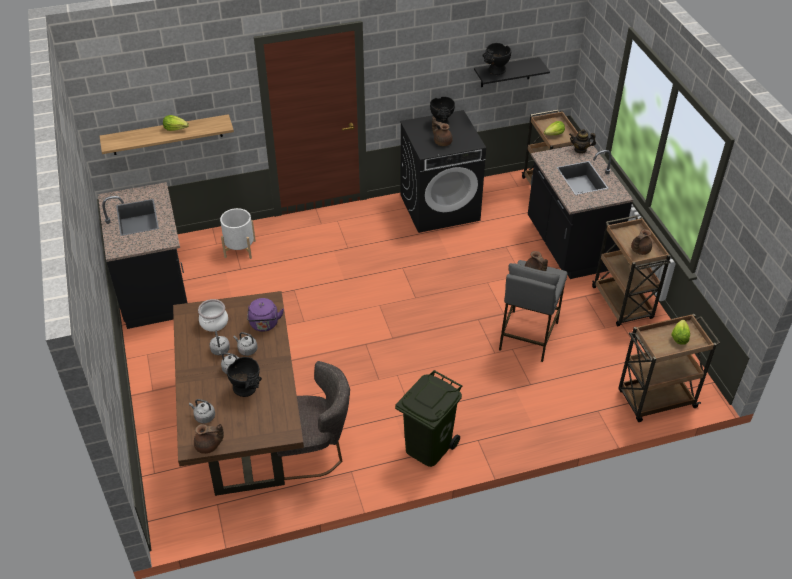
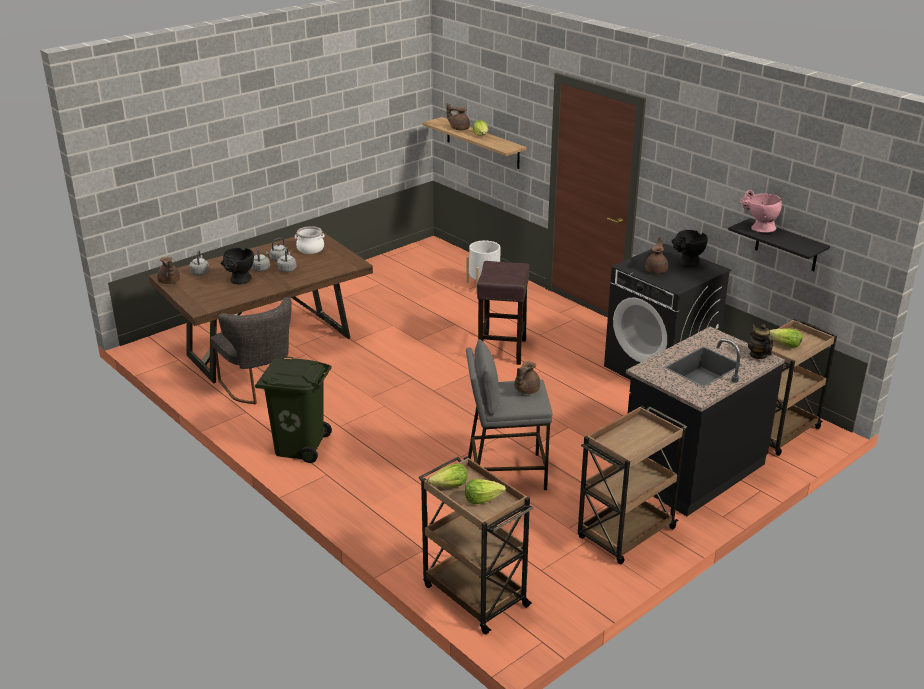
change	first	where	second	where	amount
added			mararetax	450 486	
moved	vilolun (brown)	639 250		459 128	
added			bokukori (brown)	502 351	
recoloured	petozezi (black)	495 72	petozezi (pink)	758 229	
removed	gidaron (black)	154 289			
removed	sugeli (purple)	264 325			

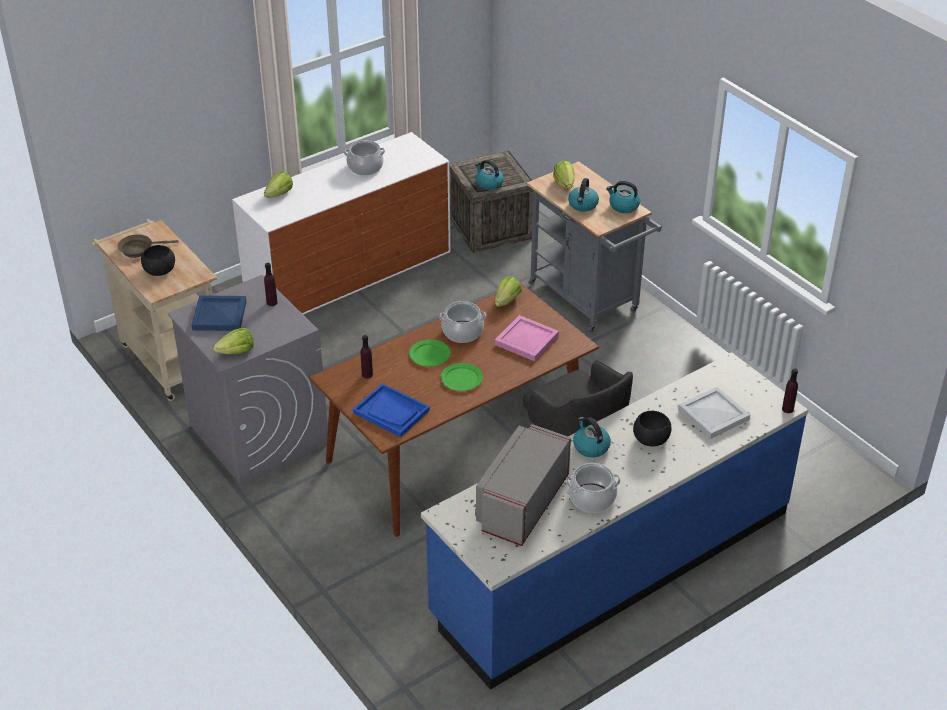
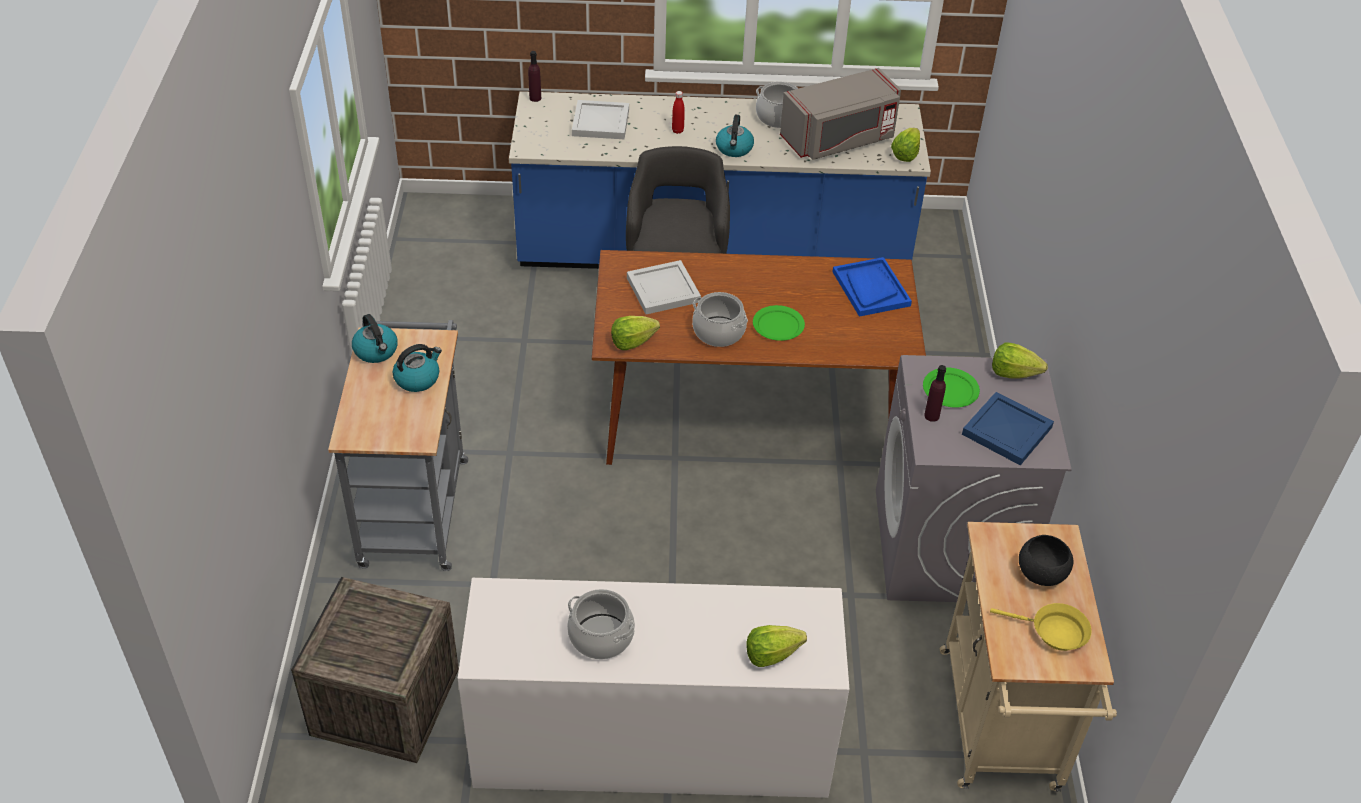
change	first	where	second	where	amount
recoloured	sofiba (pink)	527 340	sofiba (white)	662 289	
replaced	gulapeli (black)	650 439	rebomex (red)	677 131	
moved	mararetax	564 184		905 154	
moved	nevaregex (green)	461 378		950 390	
recoloured	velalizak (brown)	139 249	velalizak (yellow)	1054 632	
removed	rebomex (purple)	367 374			
removed	sugeli	488 183			

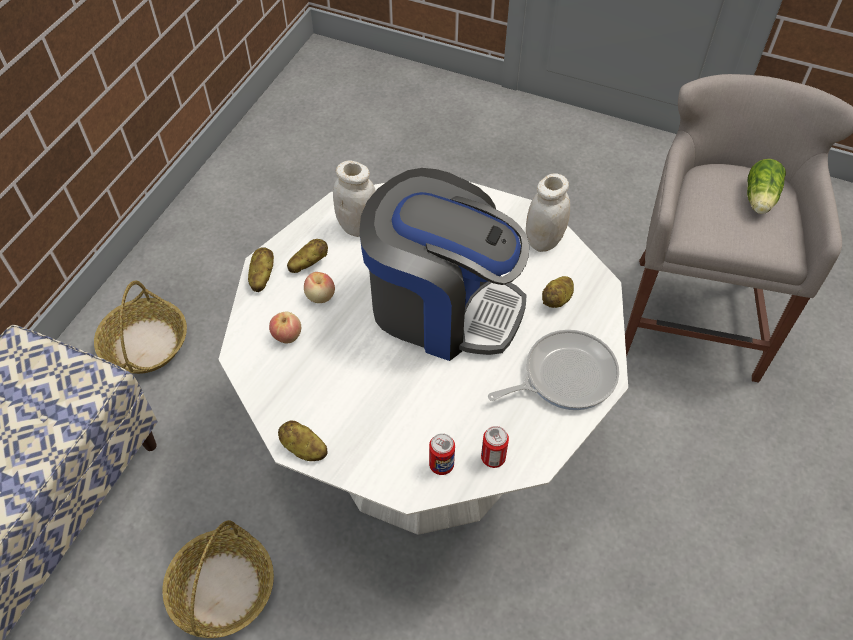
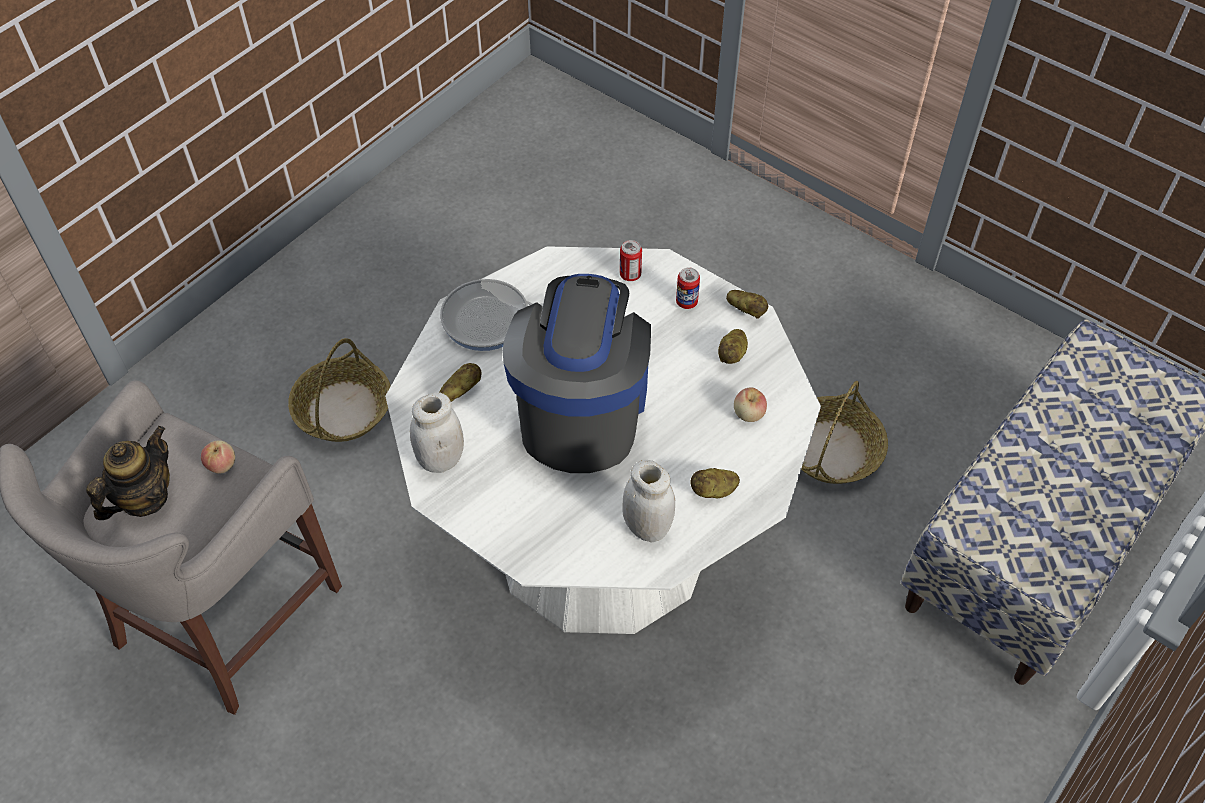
change	first	where	second	where	amount
replaced	mararetax	759 199	vilolun	144 498	
moved	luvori	320 296		221 465	
moved	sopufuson	145 344		343 410	
turned	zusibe	442 306		581 410	60 degrees clockwise
moved	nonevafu	493 458		686 302	
moved	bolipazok	261 277		733 354	

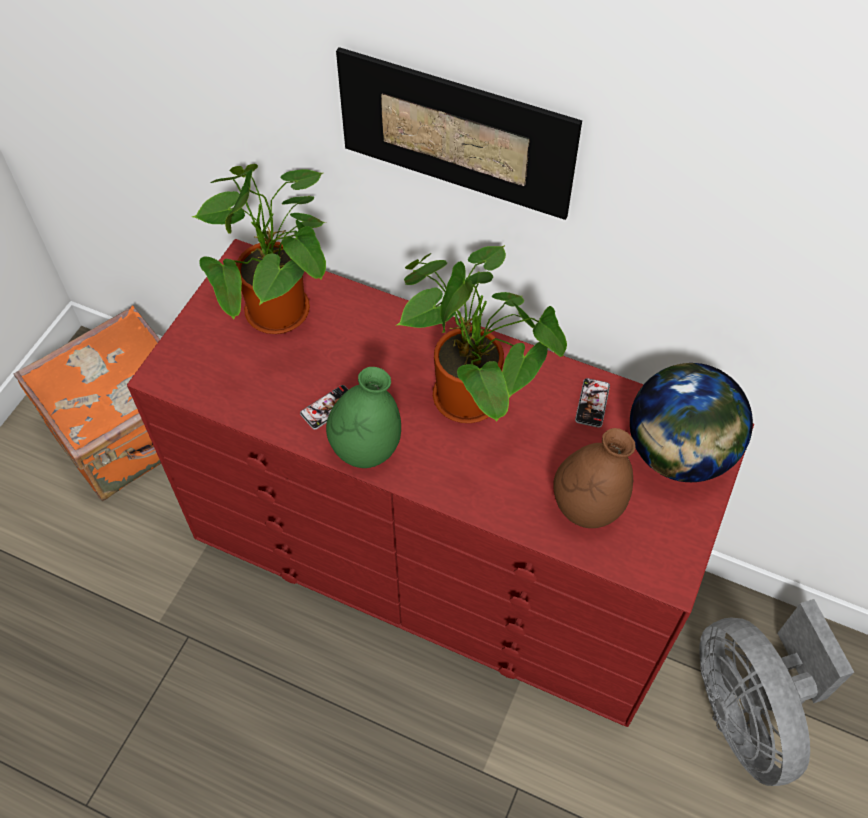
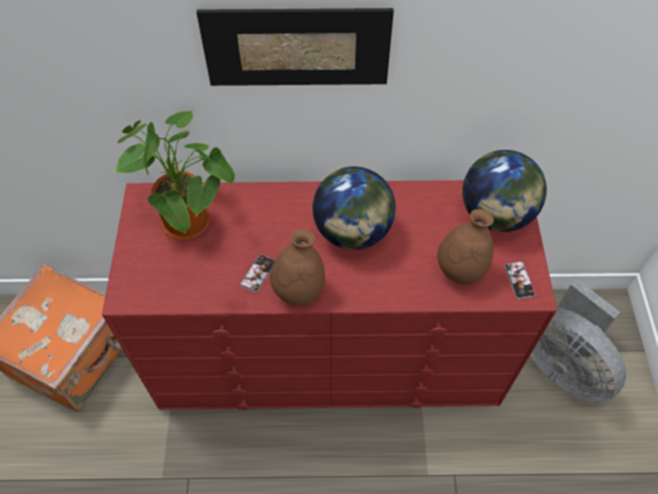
change	first	where	second	where	amount
recoloured	petozezi (green)	366 448	petozezi (brown)	299 291	
replaced	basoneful	474 401	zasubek	352 232	
moved	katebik	592 403		519 280	

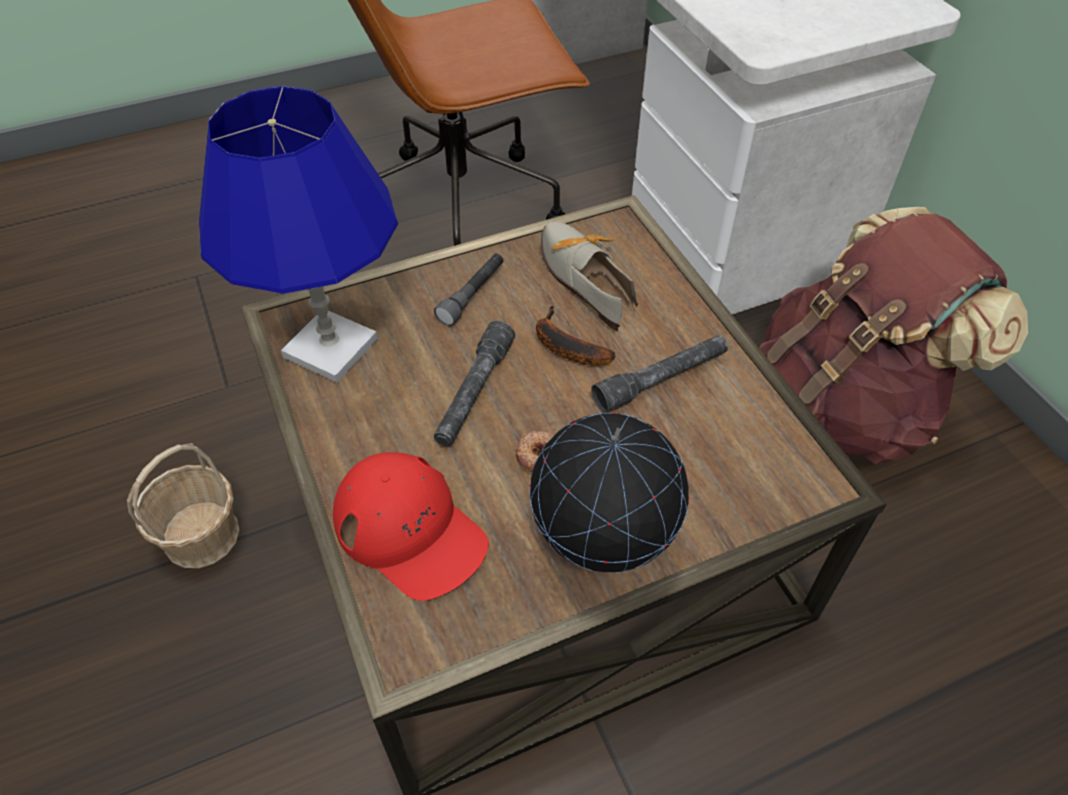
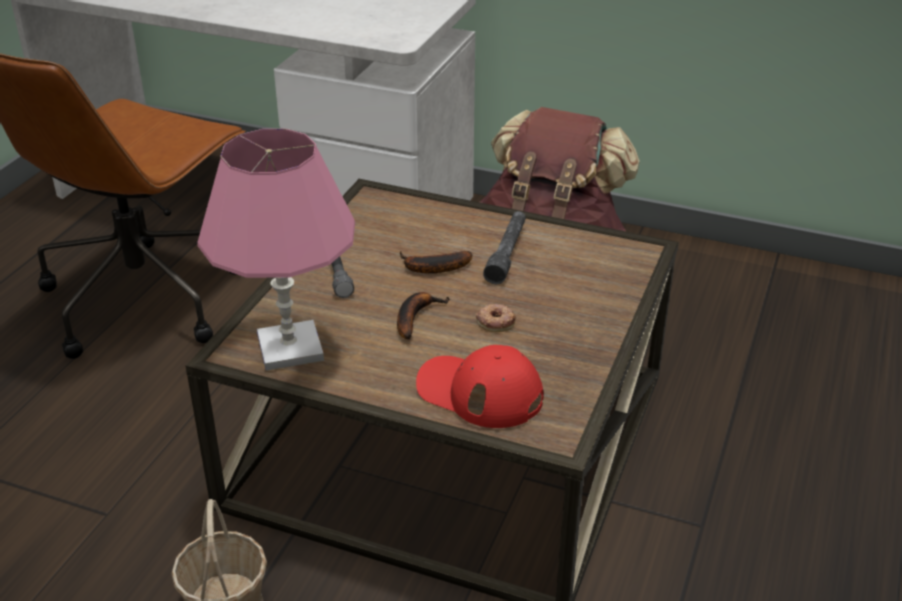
change	first	where	second	where	amount
recoloured	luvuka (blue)	331 347	luvuka (pink)	289 347	
replaced	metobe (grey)	474 393	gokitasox	415 317	
turned	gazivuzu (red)	410 530		479 392	150 degrees counterclockwise
removed	zasubek	601 543			
removed	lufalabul	583 276			

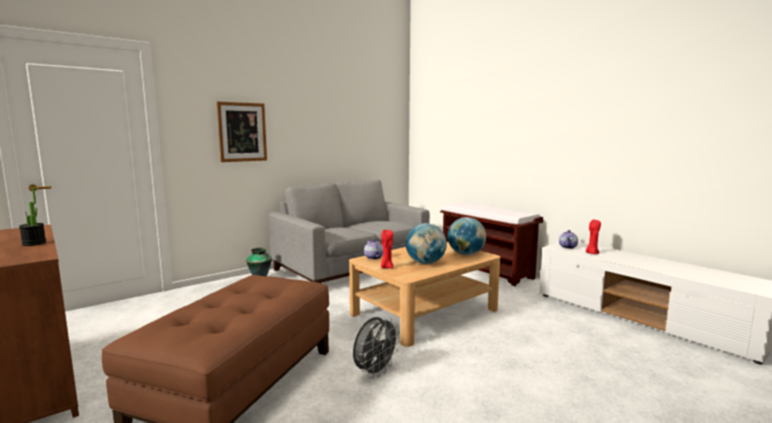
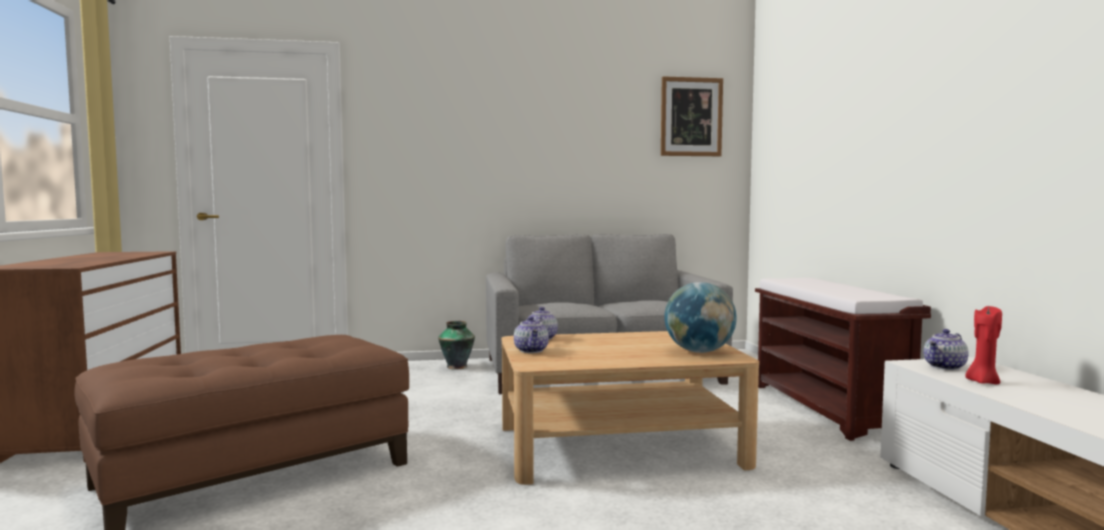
change	first	where	second	where	amount
replaced	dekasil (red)	386 267	vilolun	532 350	
moved	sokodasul	242 132		691 117	
removed	basoneful	34 243			
removed	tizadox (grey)	375 372			
removed	zasubek	425 263			

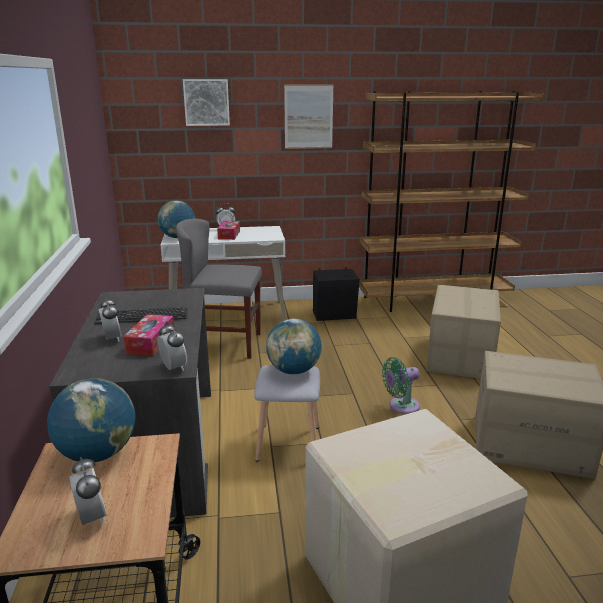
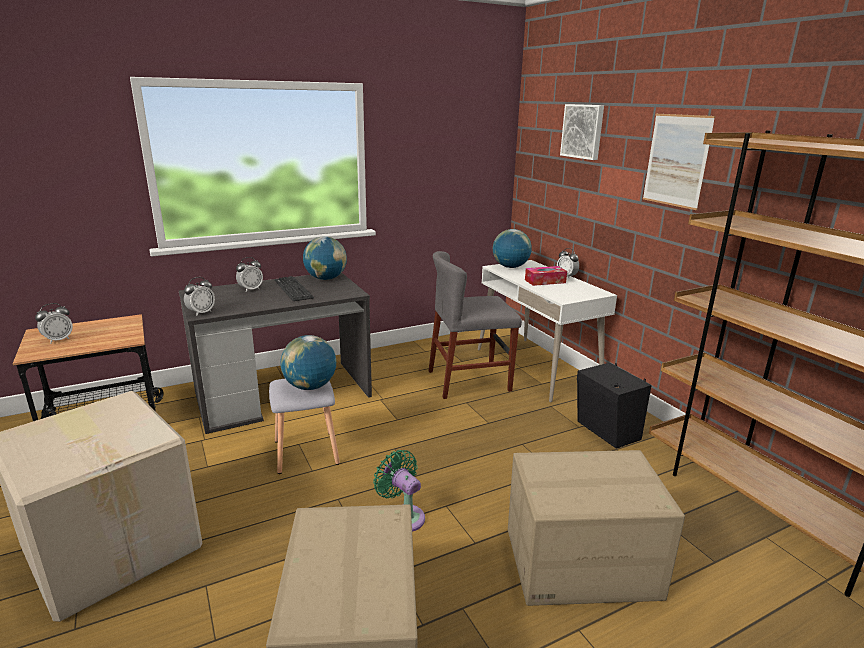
change	first	where	second	where	amount
moved	zasubek	97 453		326 279	
turned	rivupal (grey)	223 344		469 381	90 degrees counterclockwise
removed	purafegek	150 342			

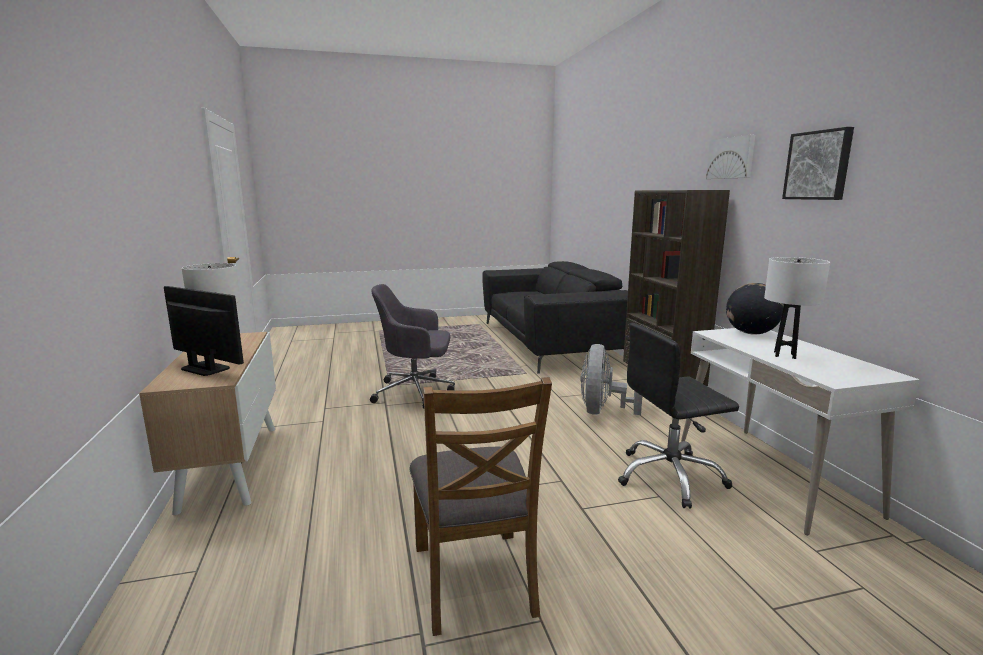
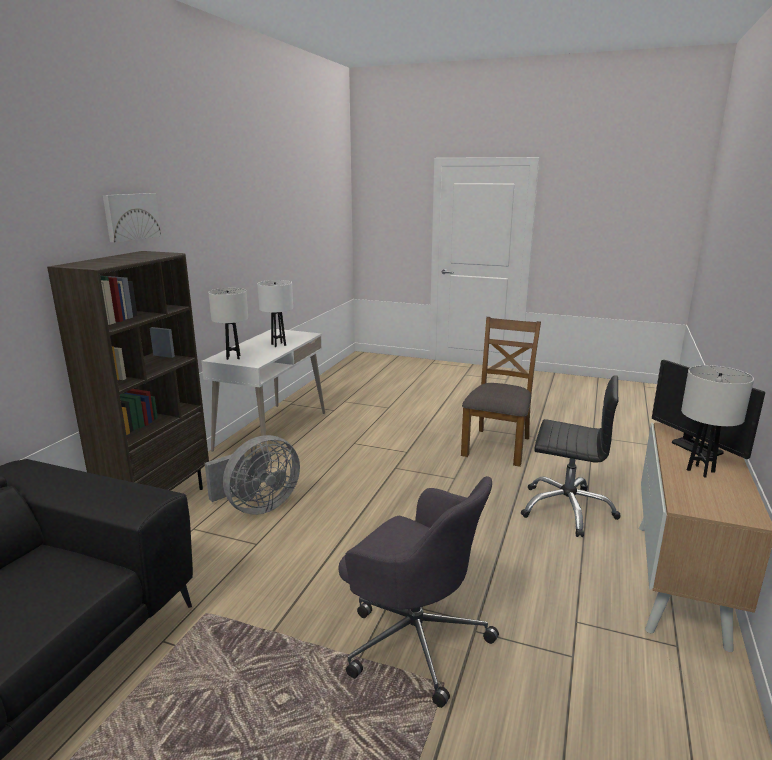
change	first	where	second	where	amount
replaced	zasubek	751 333	luvuka (white)	233 357	
moved	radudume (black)	670 477		567 509	
removed	sokodasul	818 165			

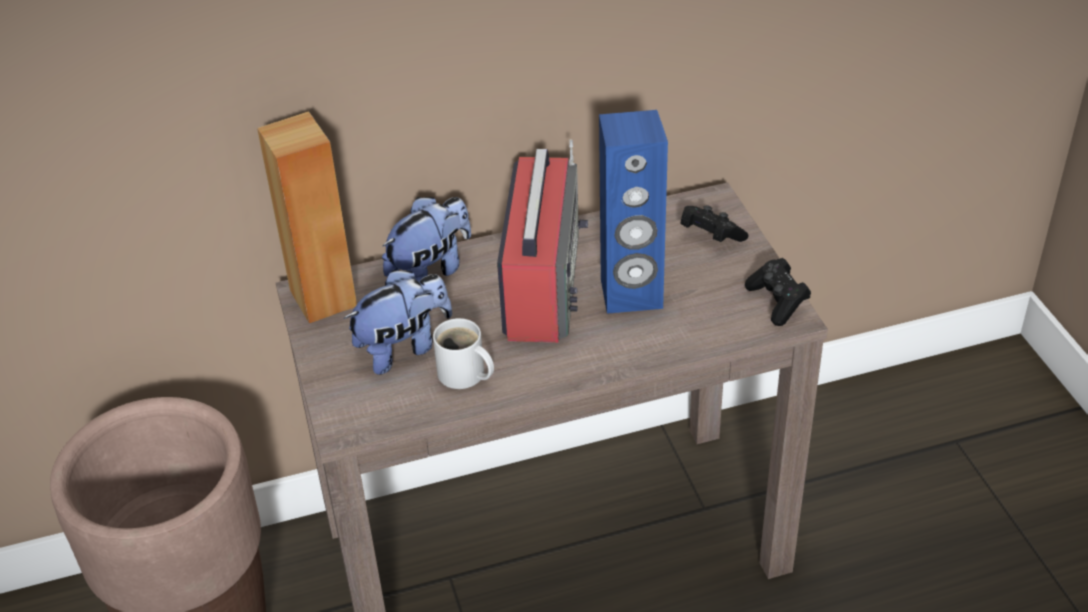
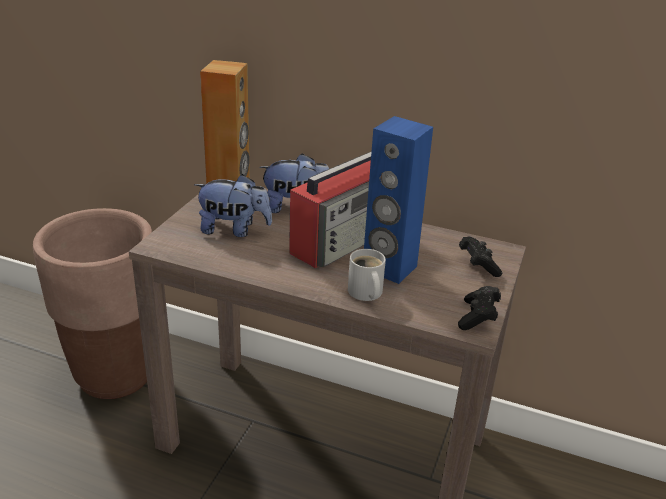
change	first	where	second	where	amount
moved	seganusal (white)	464 375		365 293	

